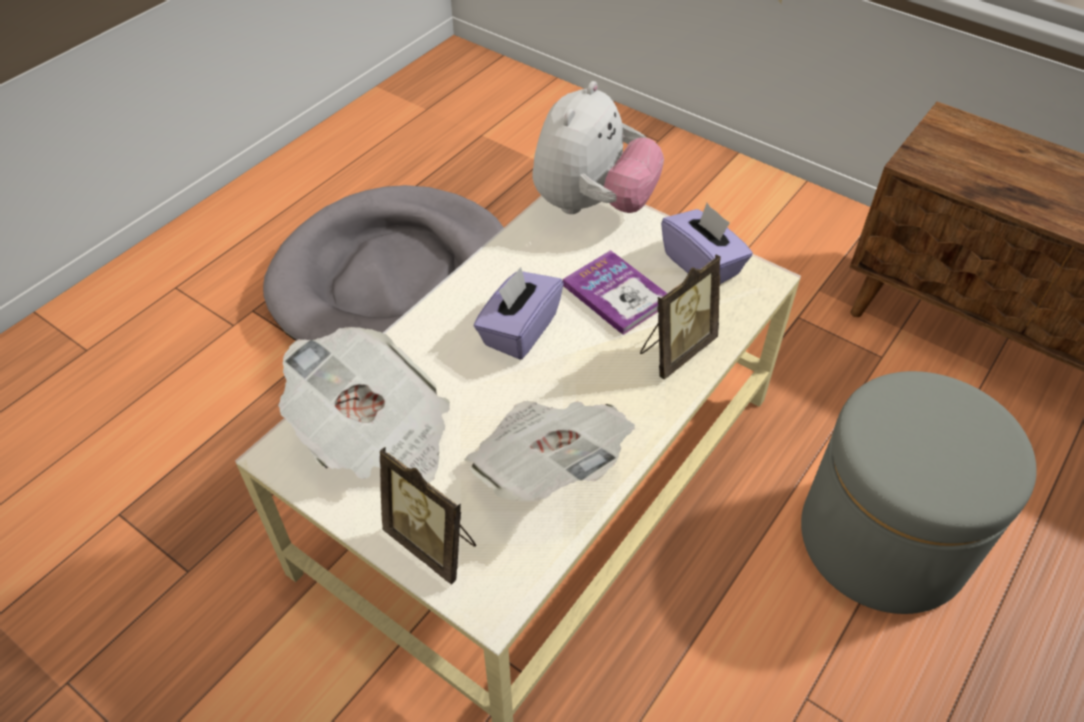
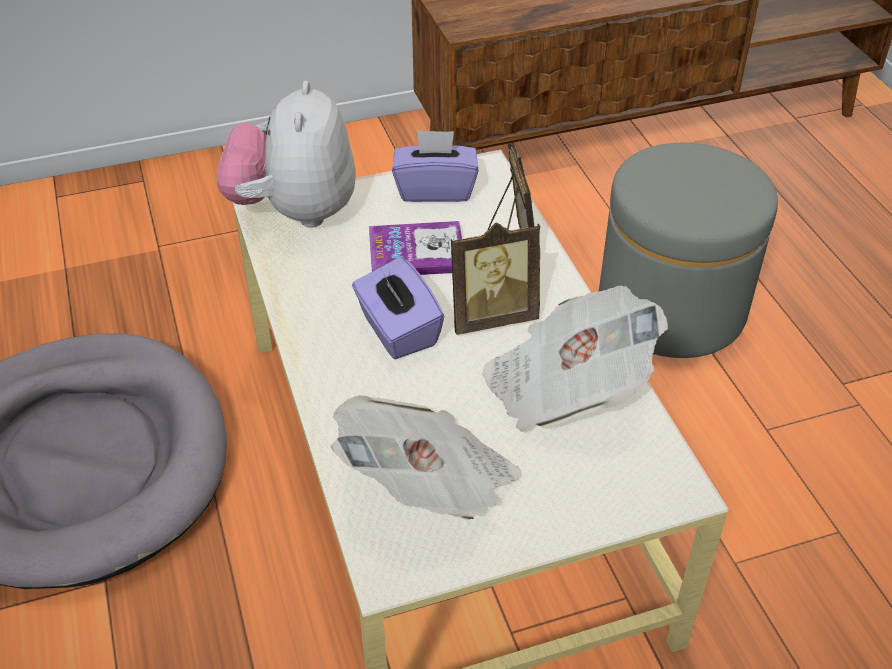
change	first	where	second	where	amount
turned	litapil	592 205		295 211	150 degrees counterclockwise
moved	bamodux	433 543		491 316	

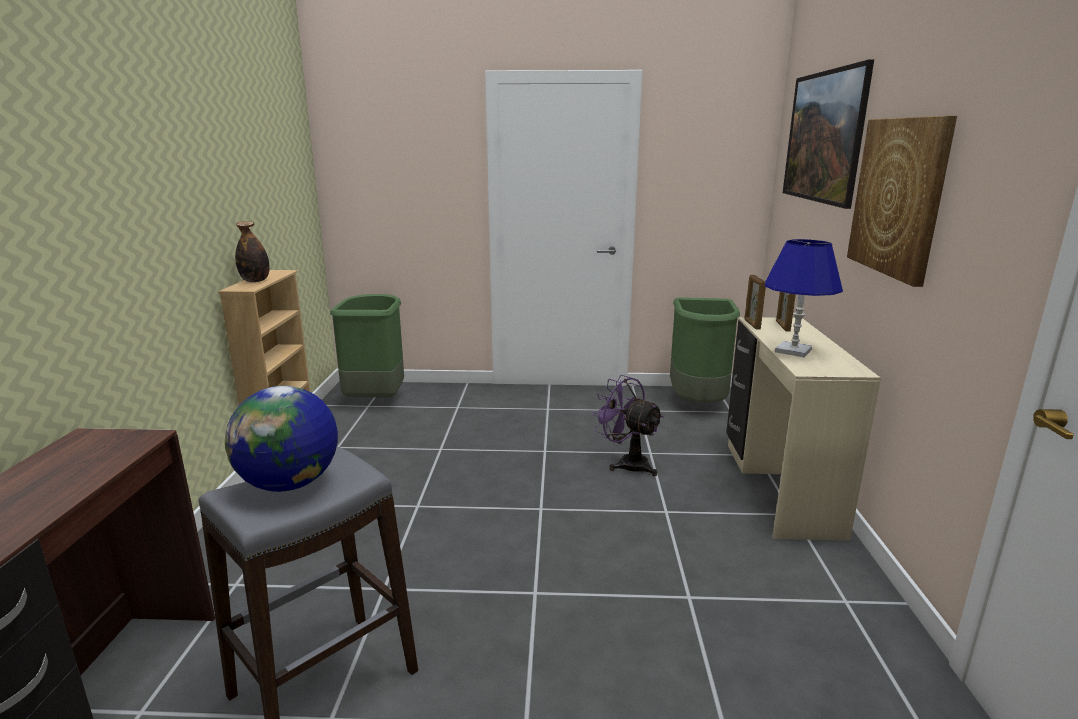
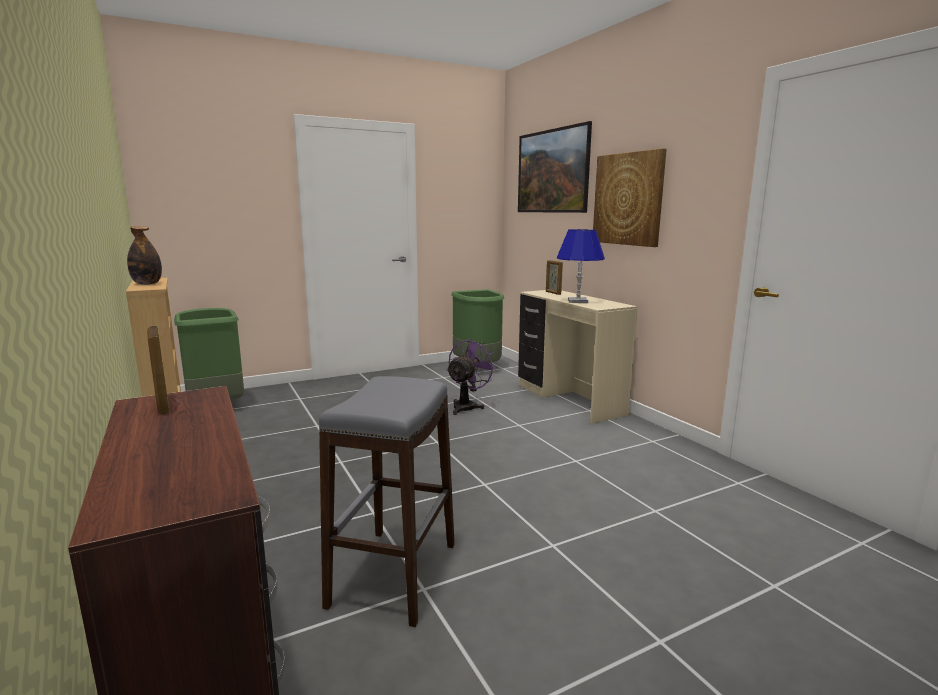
change	first	where	second	where	amount
moved	bamodux	752 324		163 405	
turned	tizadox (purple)	627 463		467 406	105 degrees clockwise
removed	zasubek	290 484			

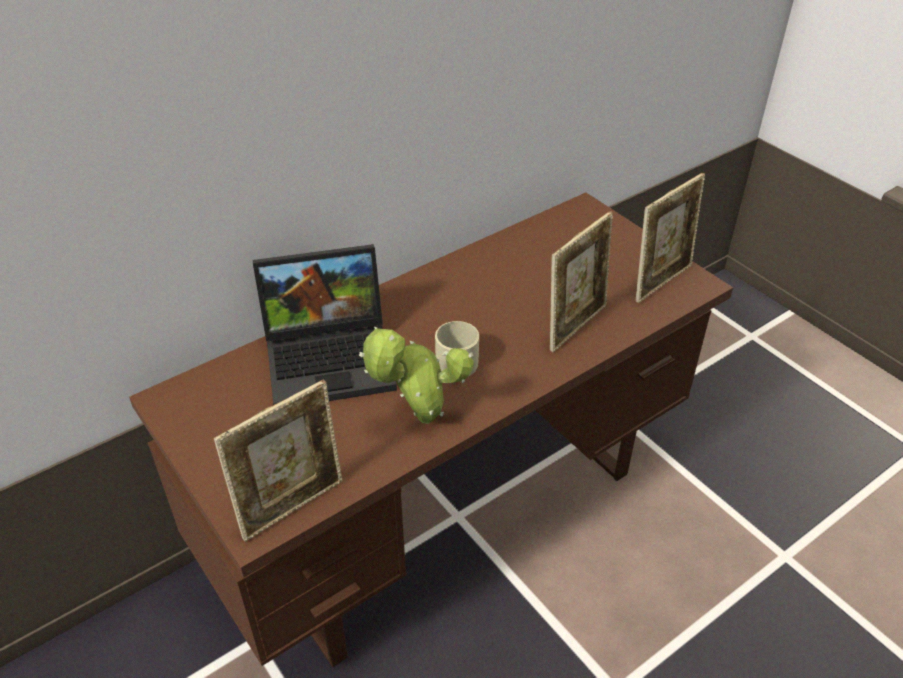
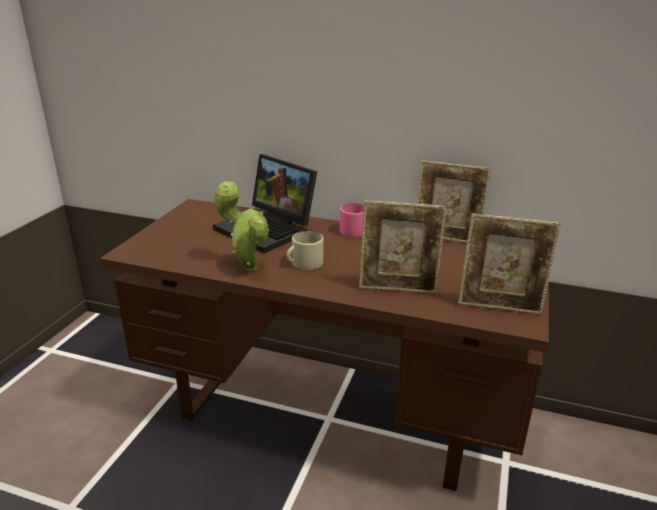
change	first	where	second	where	amount
added			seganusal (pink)	354 229	
moved	bamodux	292 505		446 239	

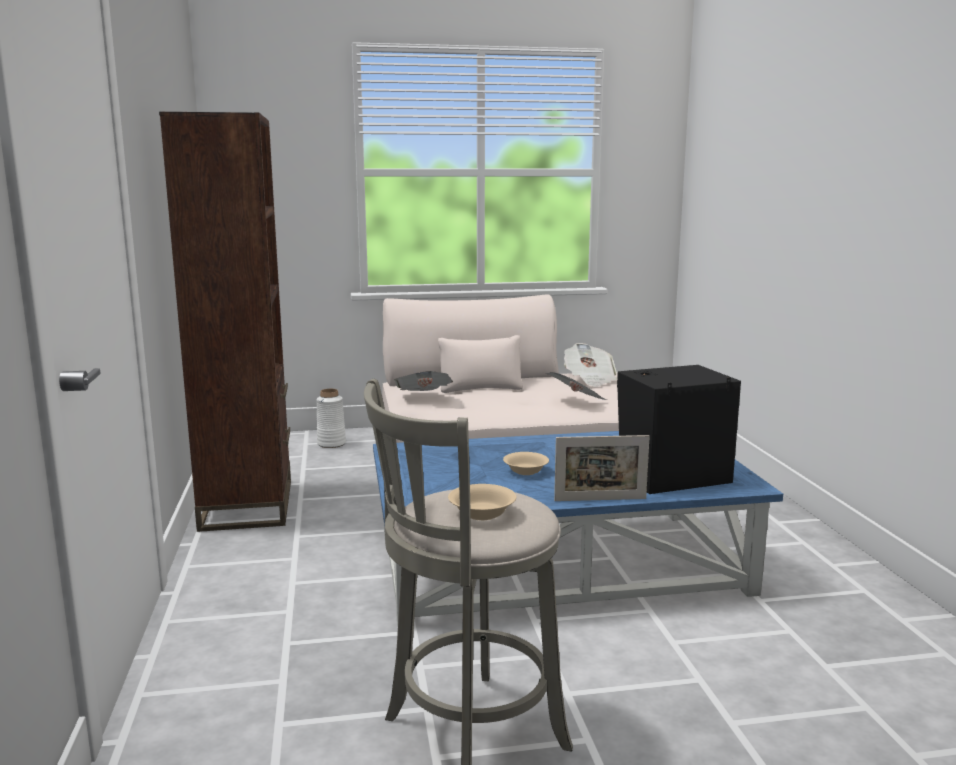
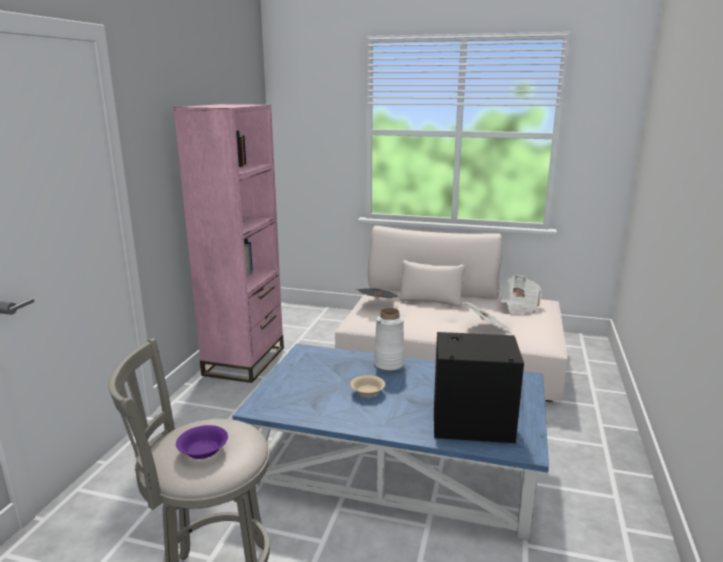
change	first	where	second	where	amount
recoloured	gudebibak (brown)	248 505	gudebibak (pink)	245 361	
recoloured	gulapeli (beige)	482 514	gulapeli (purple)	203 451	
moved	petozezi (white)	331 443		389 364	
removed	bamodux	600 499			

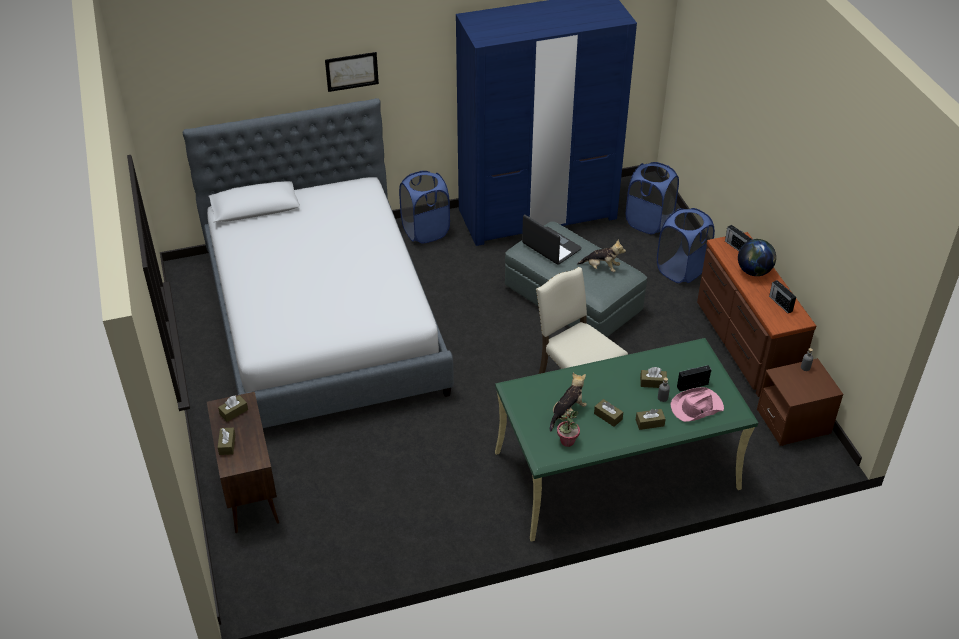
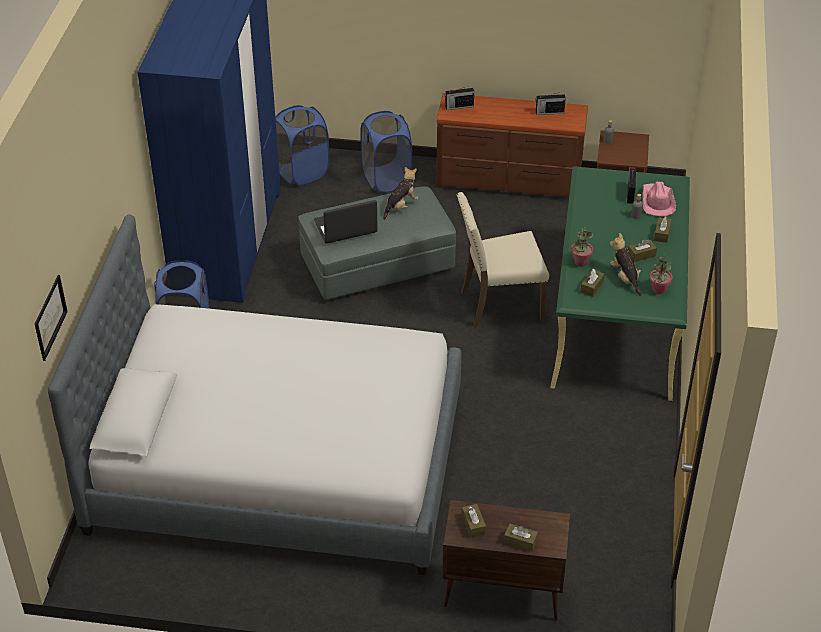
change	first	where	second	where	amount
moved	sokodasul	352 71		50 317	
added			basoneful	580 262	
moved	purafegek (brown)	653 382		592 287	
removed	zasubek	754 271			

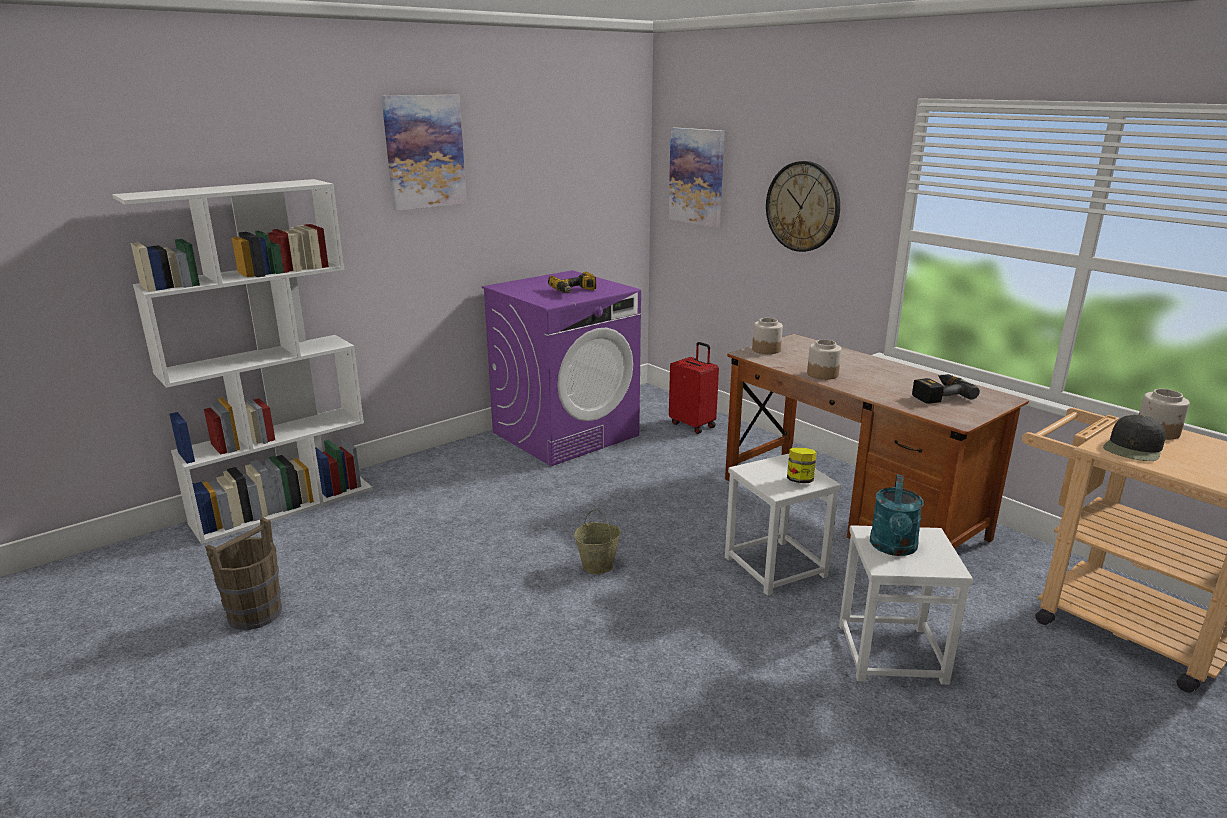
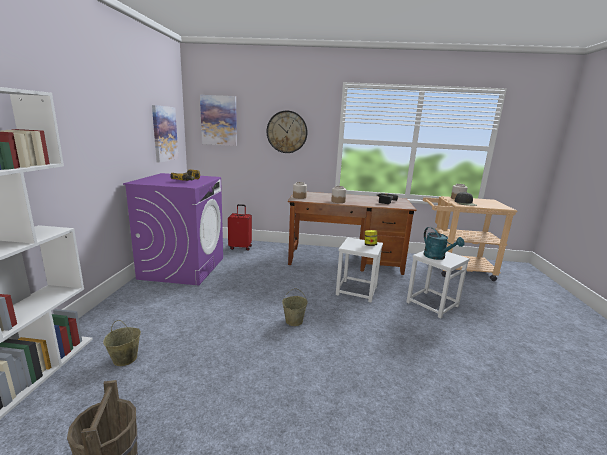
change	first	where	second	where	amount
added			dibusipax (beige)	124 359	
moved	sokodasul	424 152		164 133	

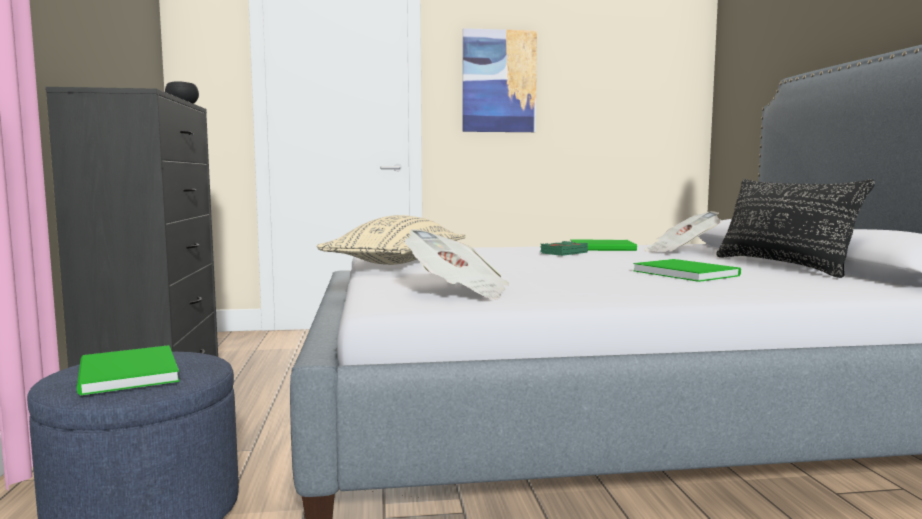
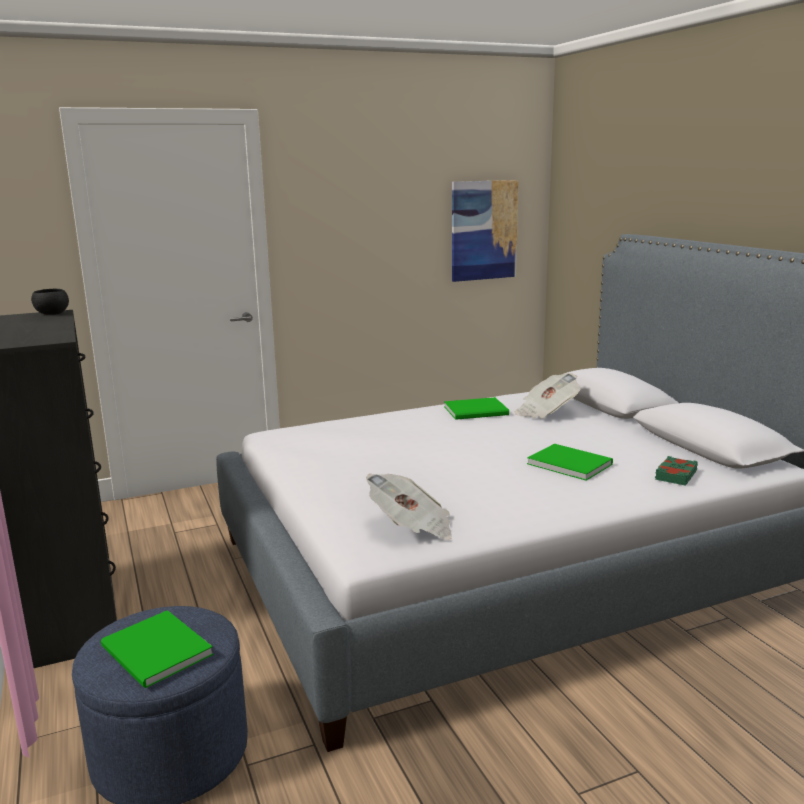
change	first	where	second	where	amount
moved	sokodasul	499 81		484 230	
moved	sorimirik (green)	563 253		675 475	
removed	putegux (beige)	398 262			
removed	putegux (black)	781 266			

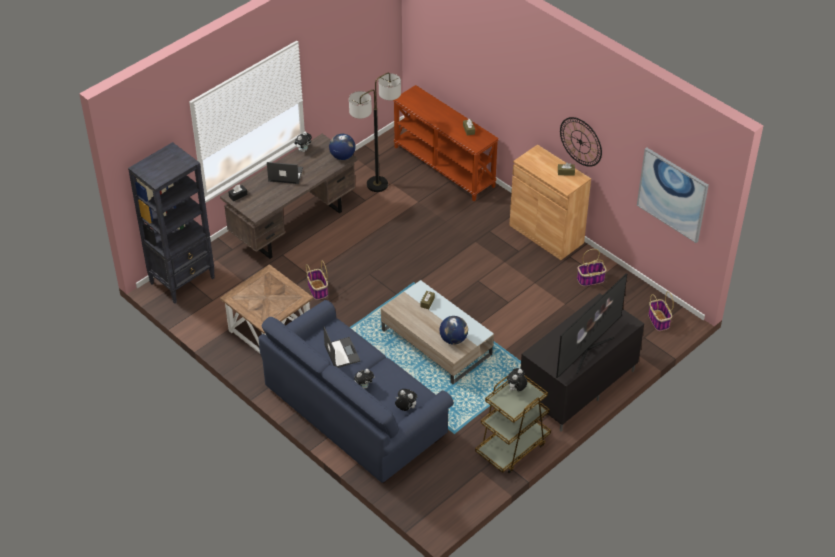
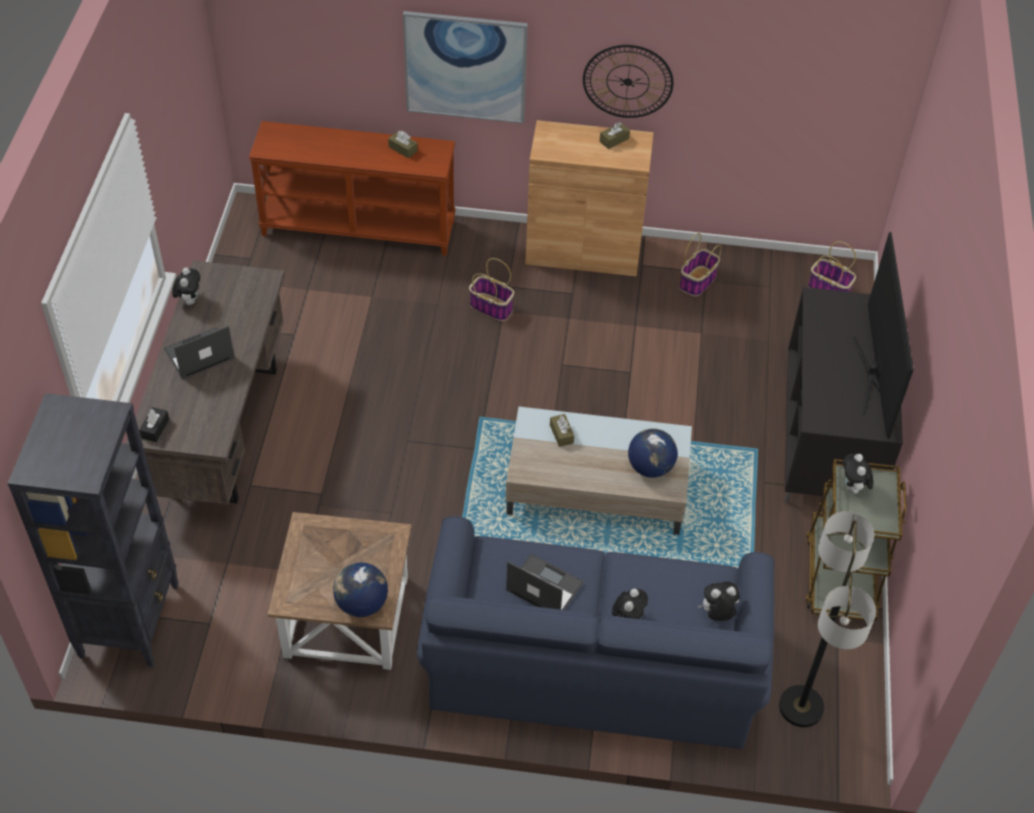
change	first	where	second	where	amount
moved	zasubek	342 156		361 604	
moved	sokodasul	672 194		465 67	
moved	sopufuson	318 290		492 307	
moved	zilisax	377 184		800 707	

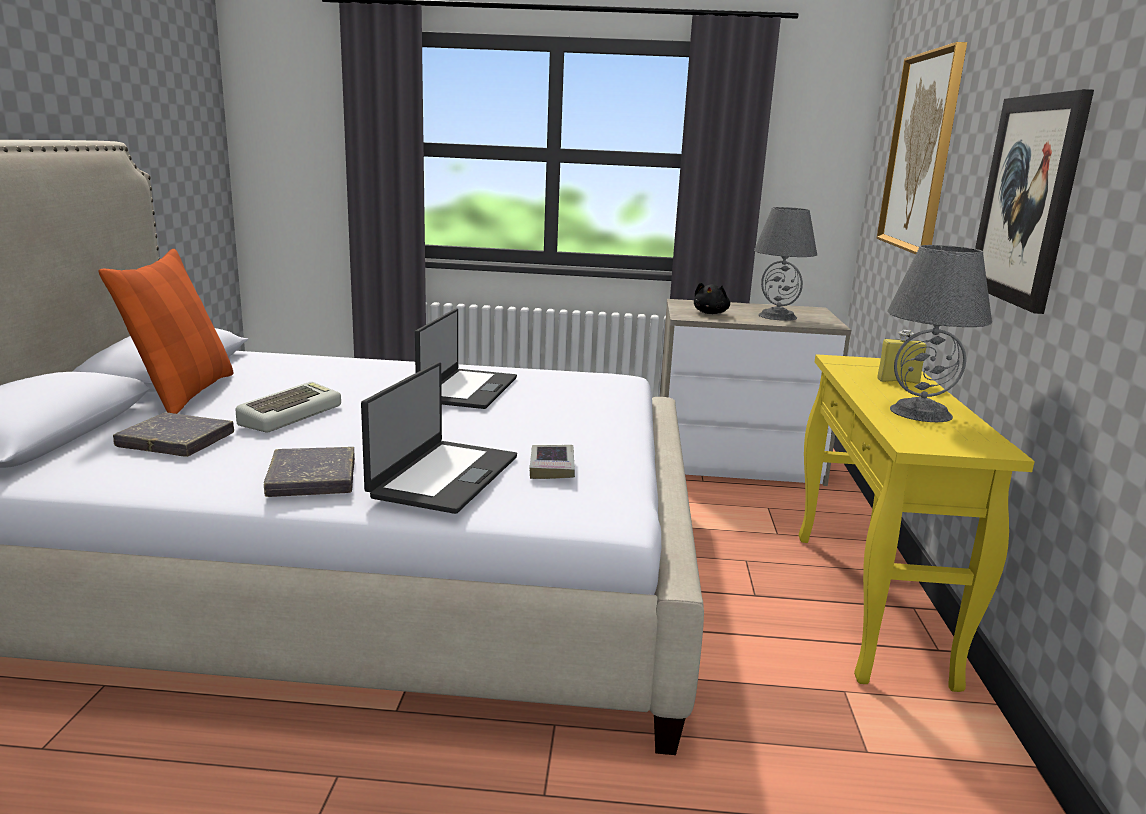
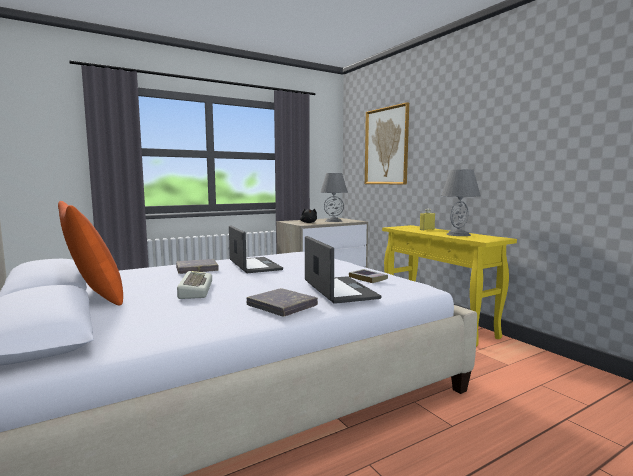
change	first	where	second	where	amount
moved	sorimirik (grey)	176 441		197 269	
removed	sokodasul	1027 200			

